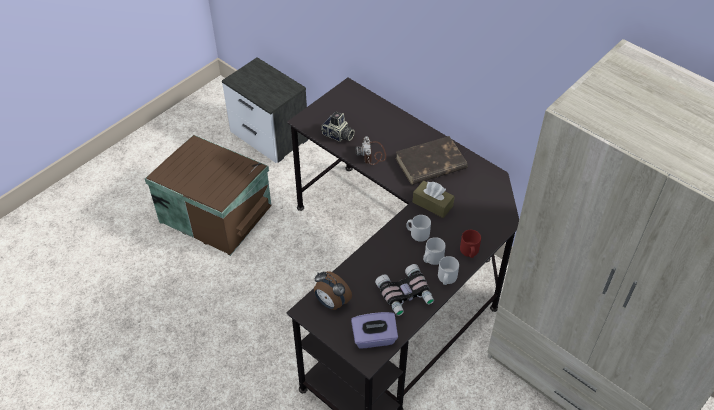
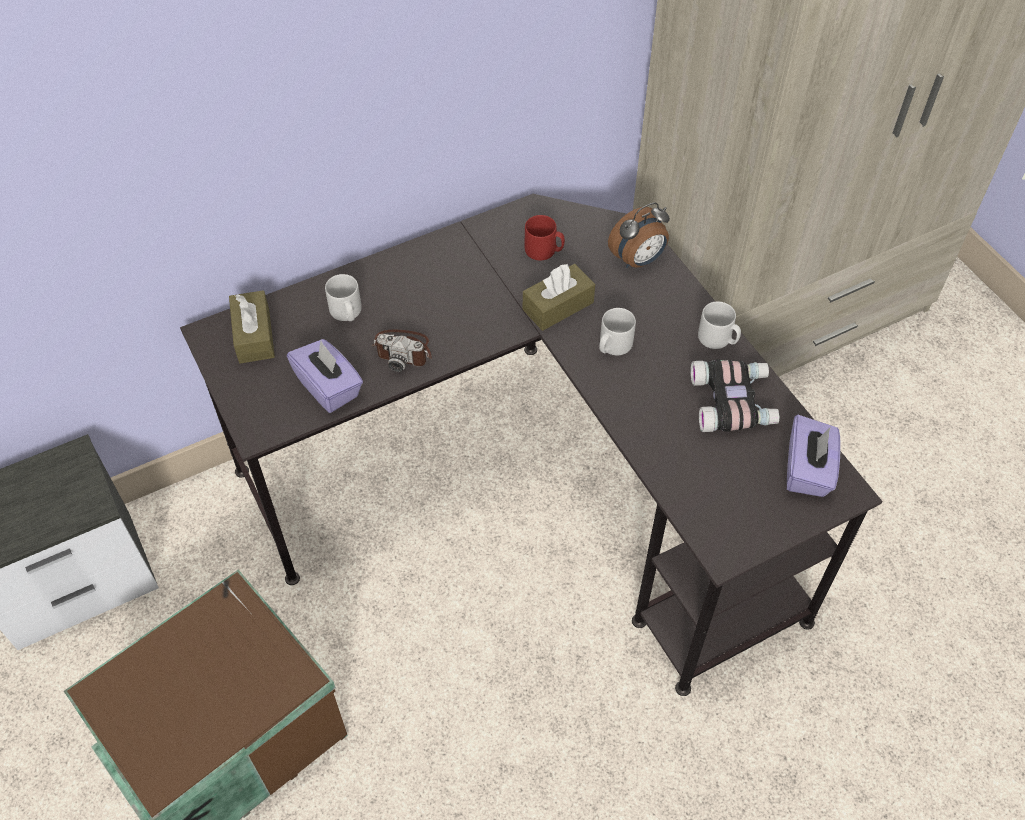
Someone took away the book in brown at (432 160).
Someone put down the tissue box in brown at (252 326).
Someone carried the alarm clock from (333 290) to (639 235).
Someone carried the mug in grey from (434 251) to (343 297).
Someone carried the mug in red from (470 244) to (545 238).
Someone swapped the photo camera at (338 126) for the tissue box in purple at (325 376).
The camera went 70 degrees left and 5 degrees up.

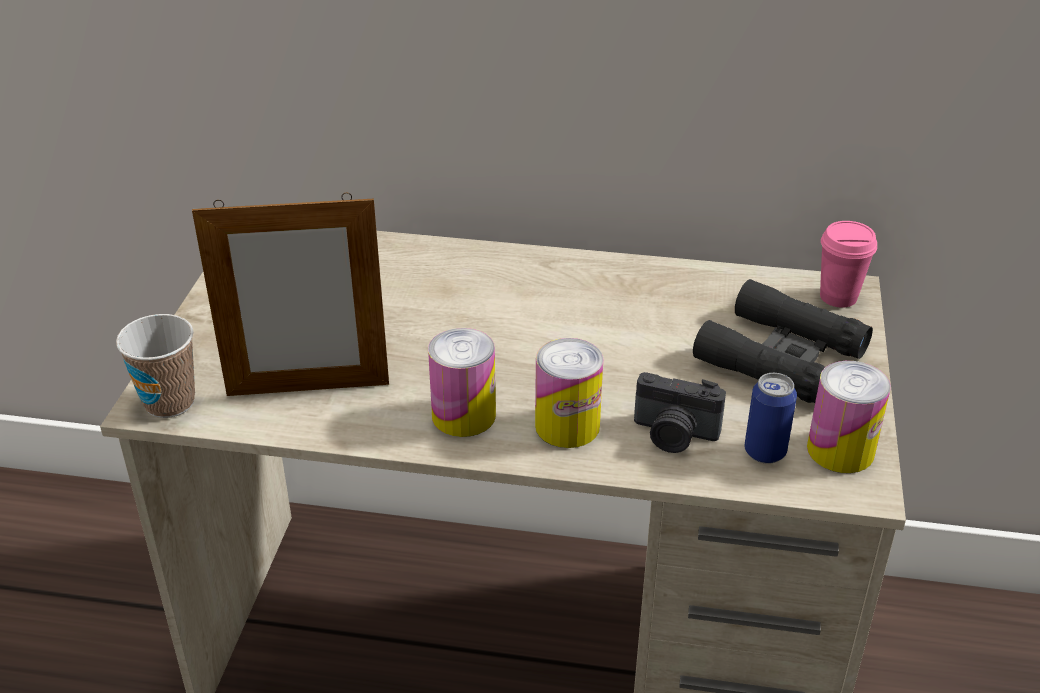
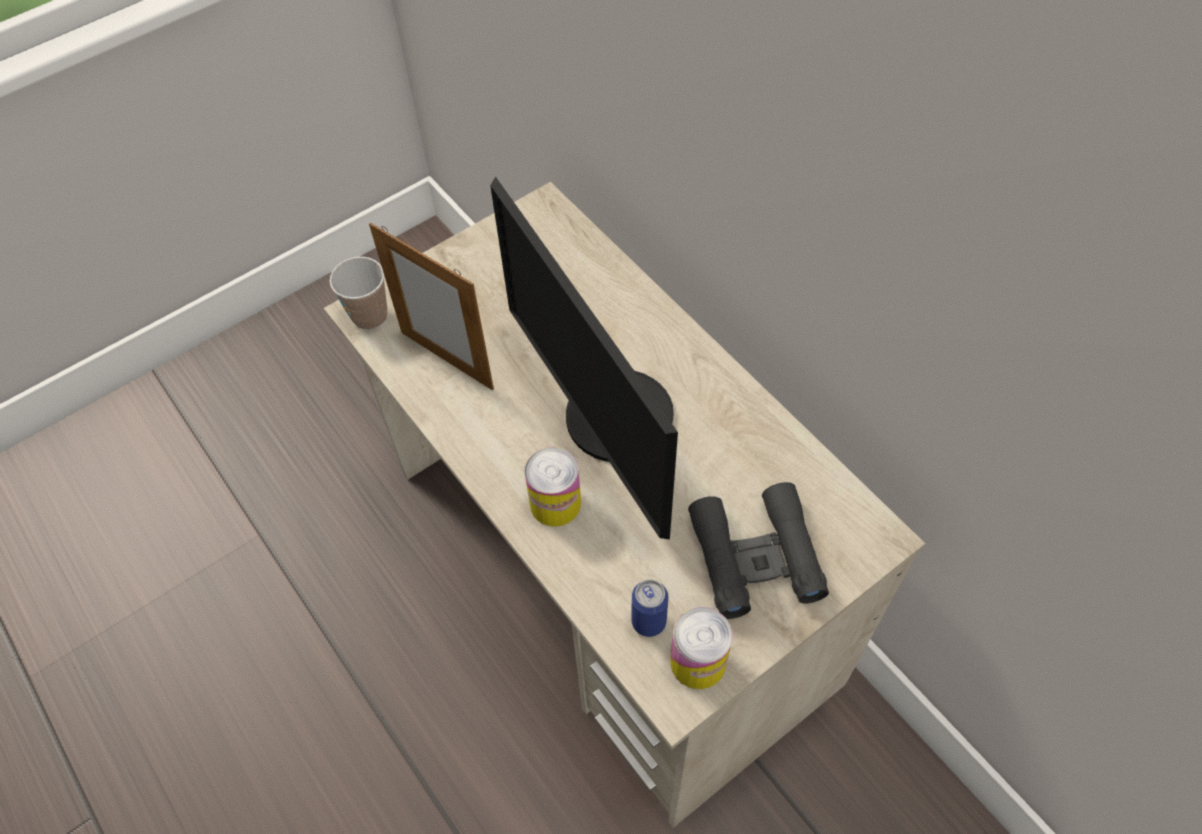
Someone took away the can at (462 382).
Someone took away the photo camera at (680 412).
Someone took away the cup in pink at (848 264).
Someone put down the monitor at (584 358).
The camera went 45 degrees right and 20 degrees up.

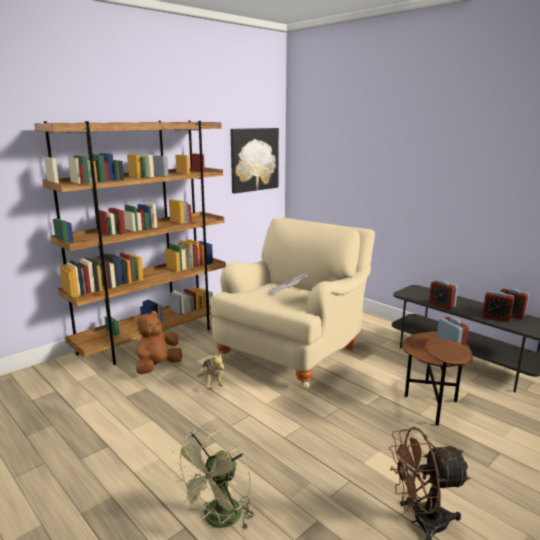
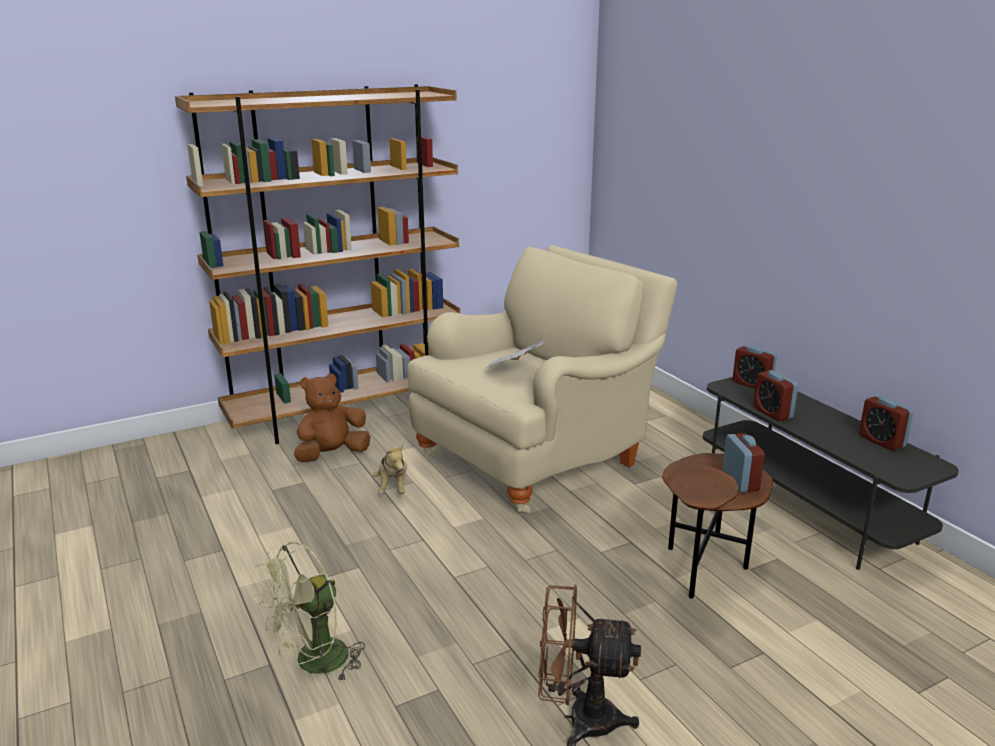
Someone took away the picture at (254 160).
Someone carried the alarm clock from (498 306) to (755 367).
The camera went 15 degrees right and 5 degrees up.

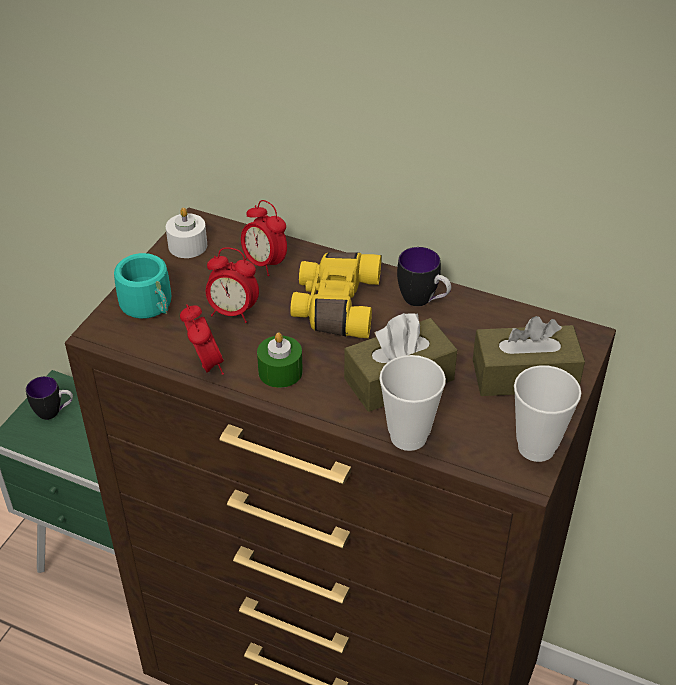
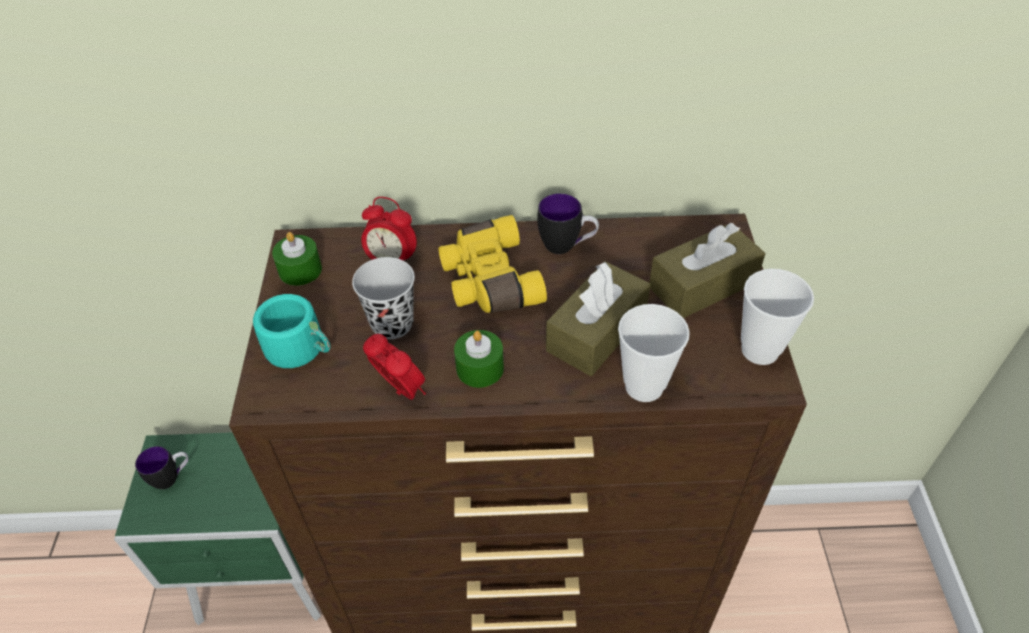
Someone swapped the alarm clock at (232 285) for the cup in black at (383 298).
Someone repainted the candle in white at (186 233), which became the candle in green at (297 259).
The camera went 25 degrees left and 5 degrees up.

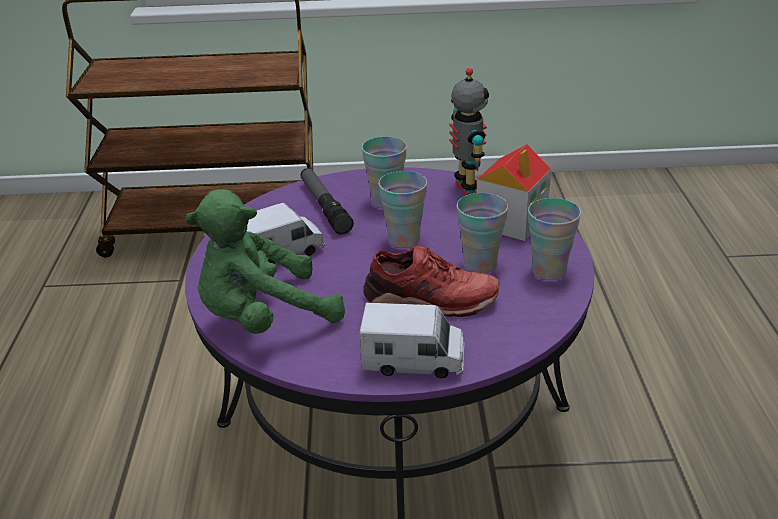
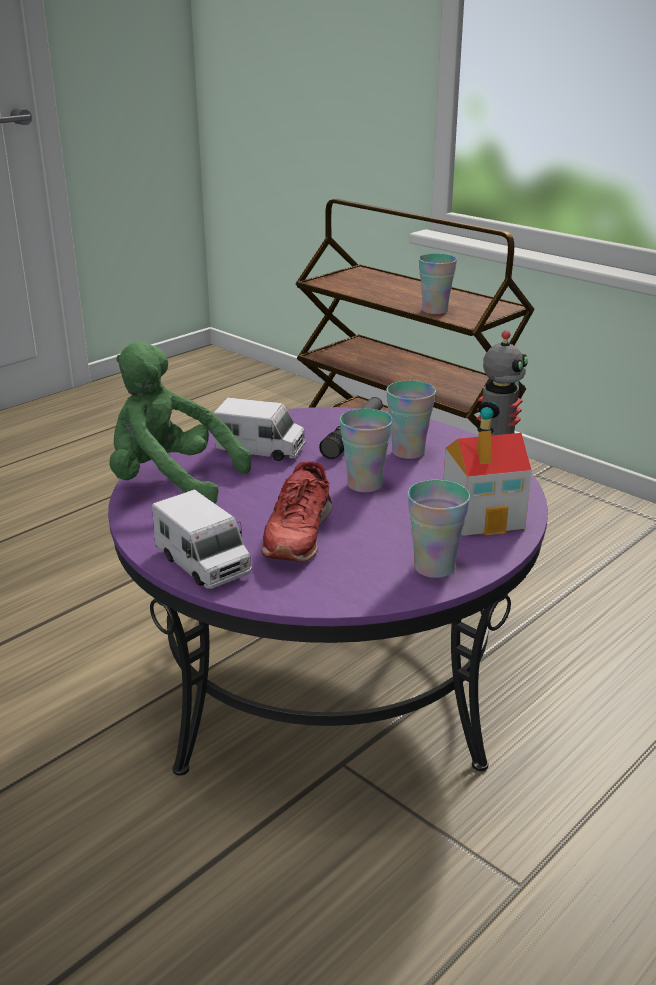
Someone carried the cup from (482 233) to (438 284).
Someone rotated the shoe in red at (431 281) by 45 degrees clockwise.
The camera went 45 degrees right and 5 degrees down.

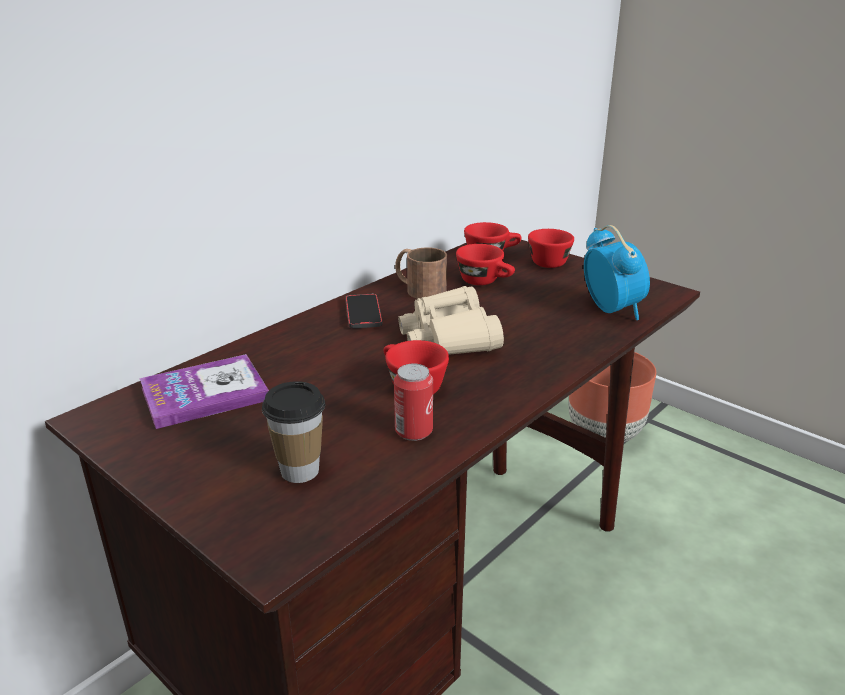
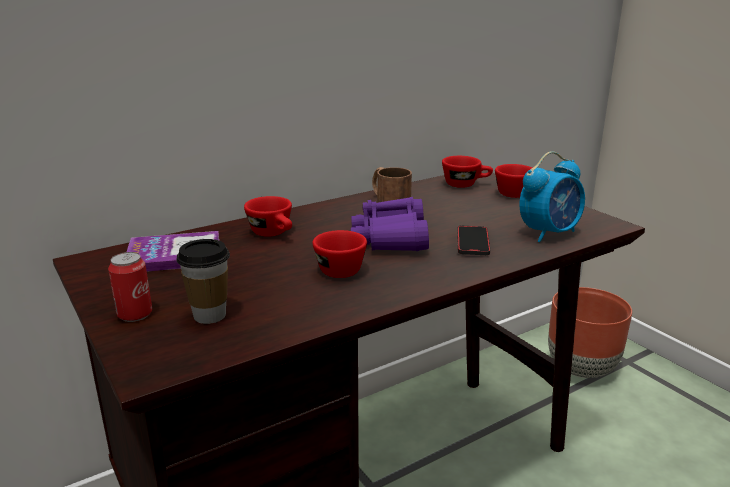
Someone carried the phone from (364 311) to (473 240).
Someone carried the can from (413 402) to (130 287).
Someone carried the cup in red from (485 264) to (268 216).
Someone repainted the binoculars in beige at (451 320), which became the binoculars in purple at (390 224).
Someone rotated the alarm clock at (617 272) by 60 degrees clockwise.
The camera went 15 degrees right and 5 degrees down.

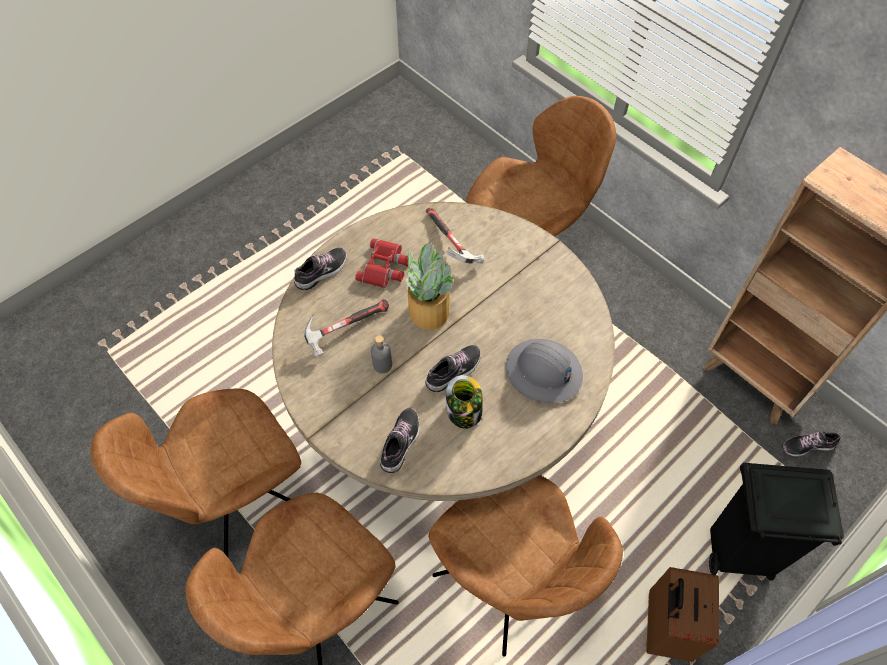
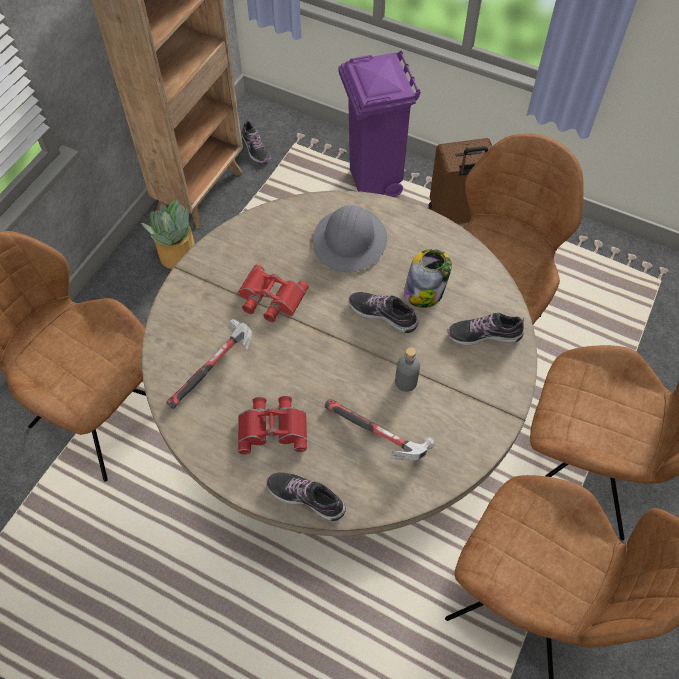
Someone put down the binoculars in red at (273 293).
Someone carried the potted plant from (429 286) to (168 234).
Someone repainted the trash can in black at (776 522), which became the trash can in purple at (379 124).
The camera went 110 degrees left and 0 degrees up.

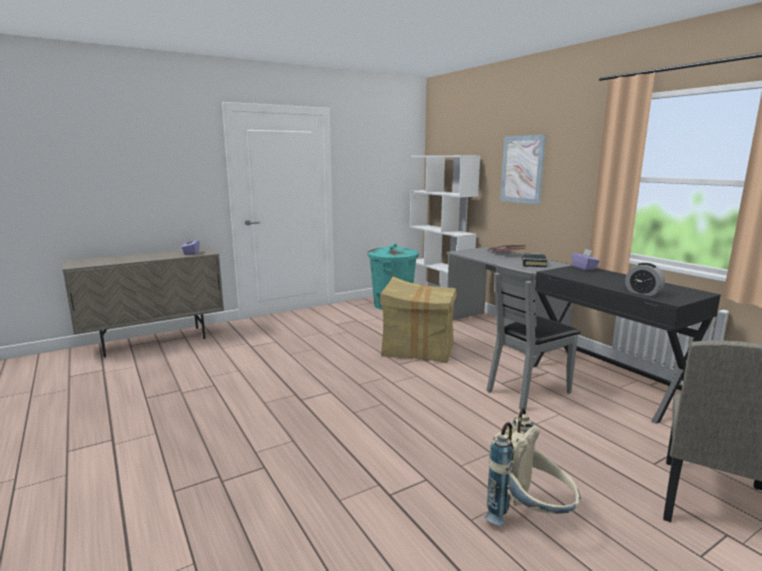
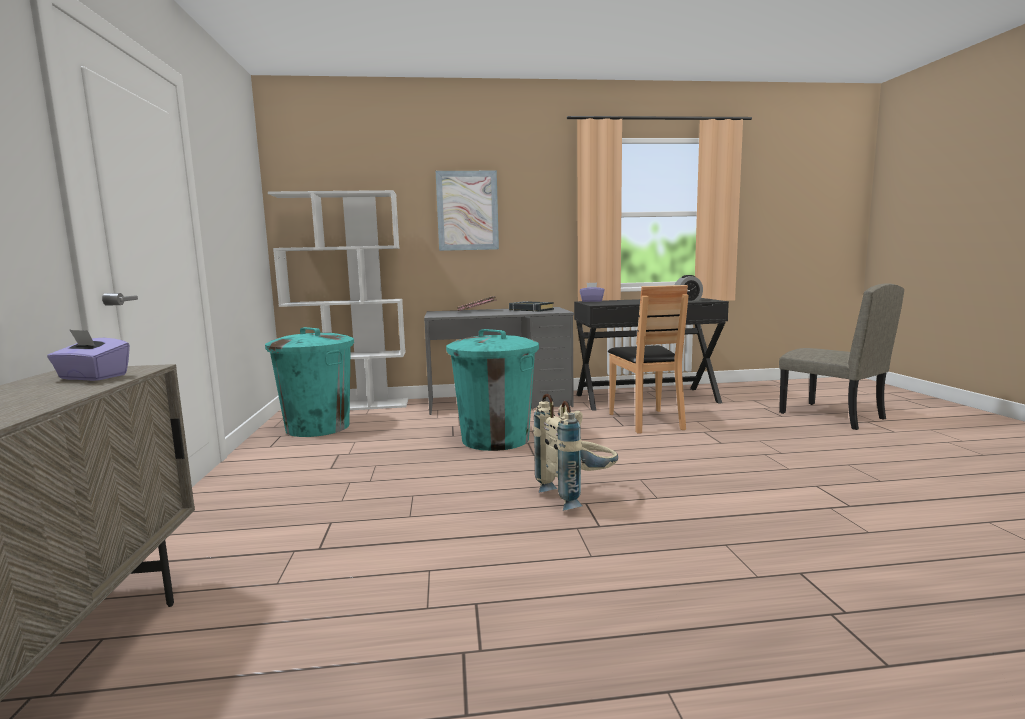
Someone carried the backpack in beige from (532 467) to (575 452).
Someone swapped the cardboard box at (418 319) for the trash can in turquoise at (492 390).
Someone repainted the chair in grey at (533 337), which became the chair in brown at (648 359).
The camera went 65 degrees left and 5 degrees down.

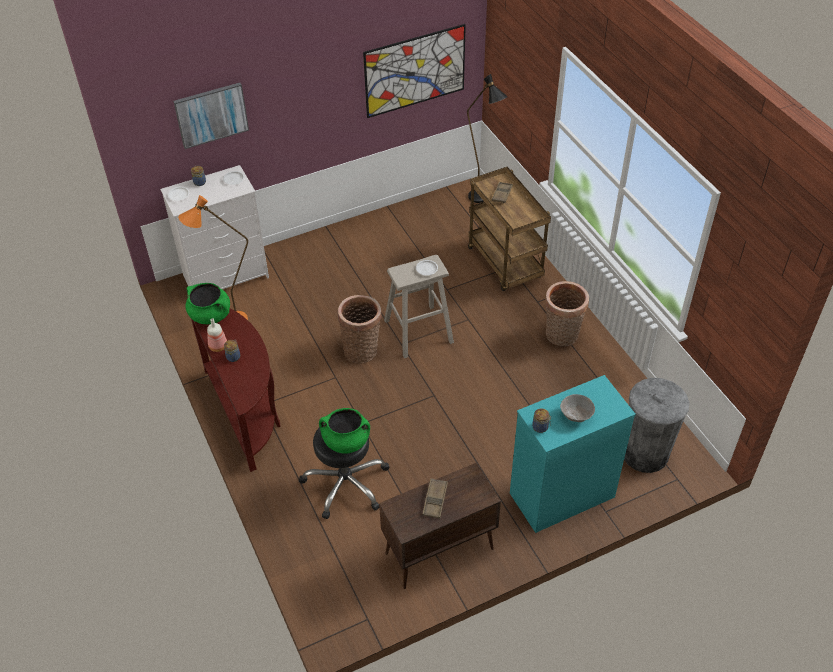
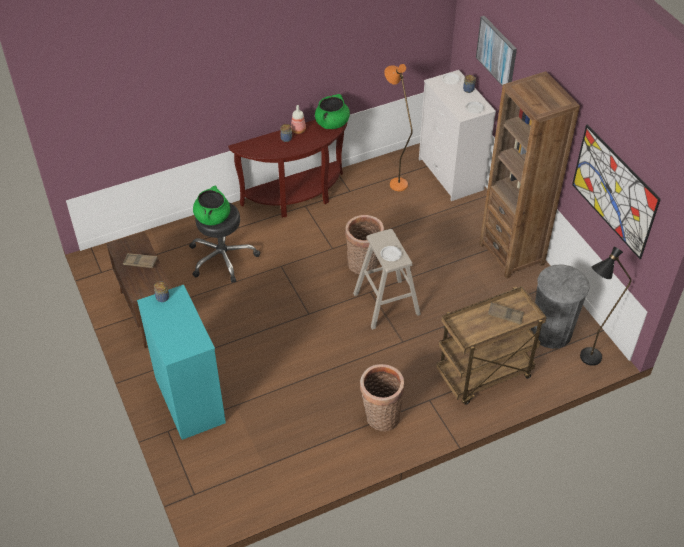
Someone took away the bowl in grey at (577 408).
Someone put down the bookcase in brown at (529 175).
Someone carried the trash can in grey from (656 425) to (560 306).
The camera went 90 degrees right and 0 degrees up.

